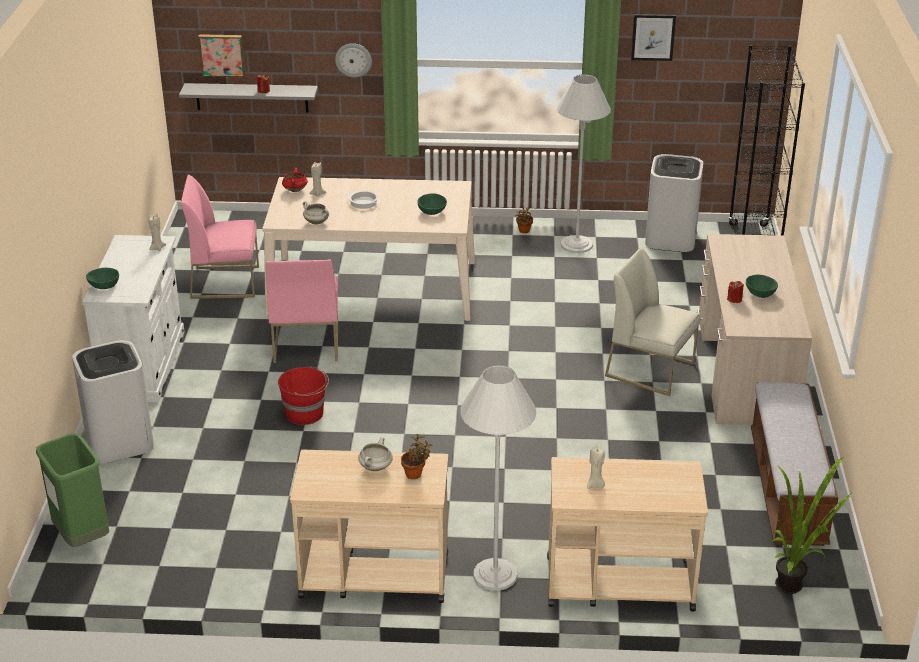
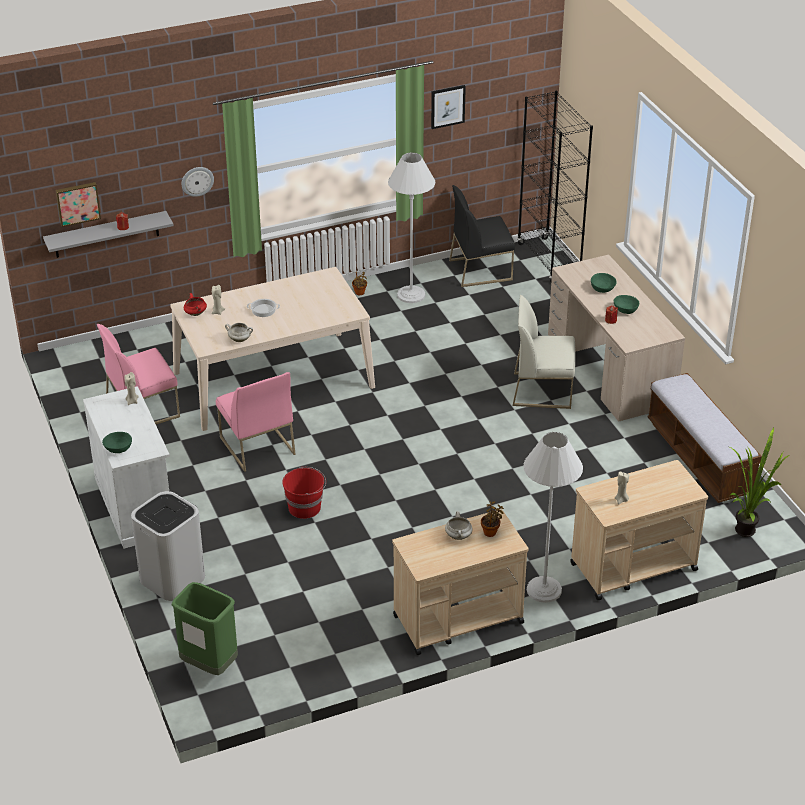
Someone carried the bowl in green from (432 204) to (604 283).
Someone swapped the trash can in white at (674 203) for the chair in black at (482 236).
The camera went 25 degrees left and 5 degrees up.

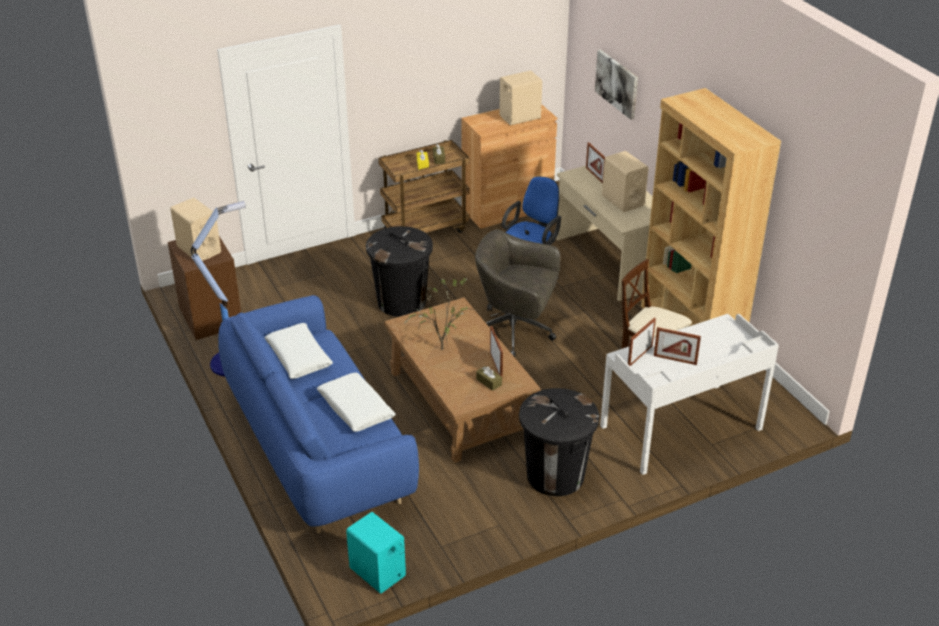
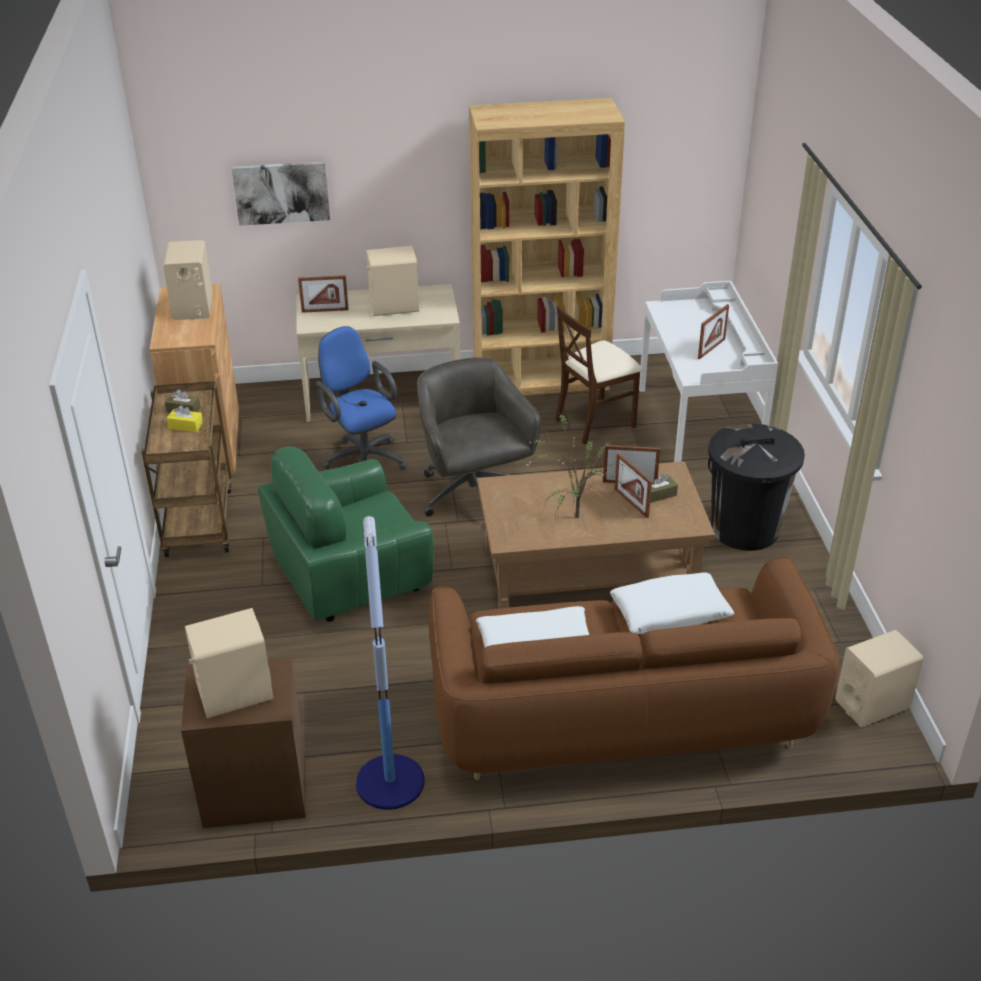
Someone carried the picture frame from (642 342) to (633 485).
Someone swapped the trash can in black at (399 271) for the armchair in green at (346 534).
Someone repainted the sofa in blue at (318 414), which became the sofa in brown at (634 668).
Someone repainted the speaker in turquoise at (376 553), which became the speaker in beige at (879 679).
Someone rotated the office chair in grey at (518 293) by 120 degrees clockwise.
The camera went 70 degrees left and 0 degrees up.

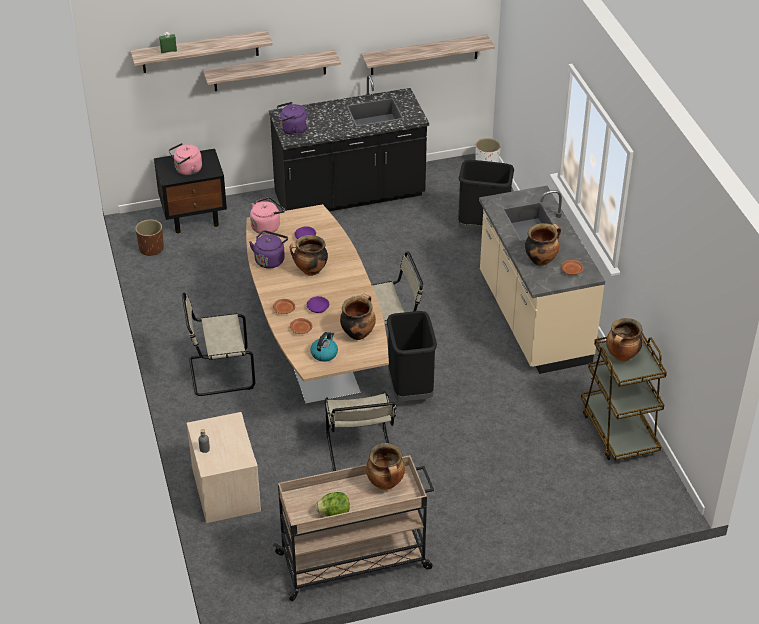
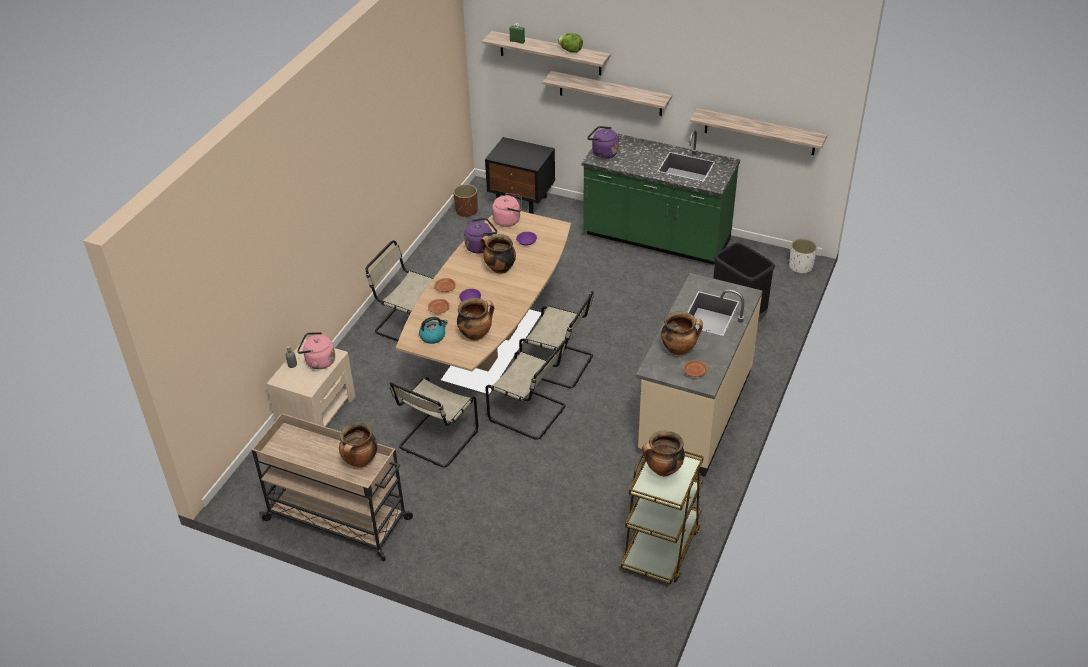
Someone carried the kettle in pink from (185 159) to (316 350).
Someone carried the lettuce from (333 504) to (570 43).
Someone swapped the trash can in black at (412 356) for the chair in beige at (525 390).
Someone repainted the counter in black at (349 143), which became the counter in green at (660 197).
The camera went 40 degrees right and 0 degrees up.

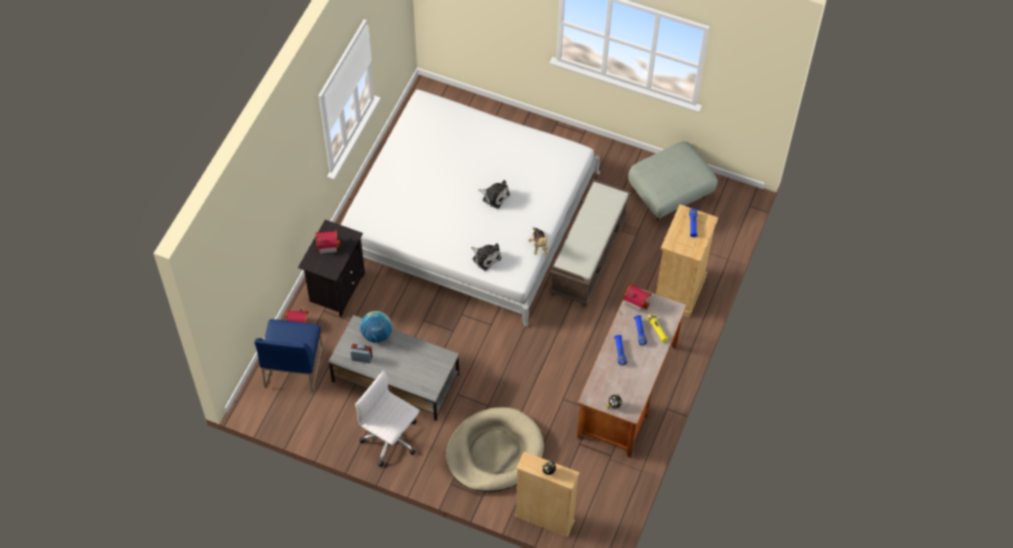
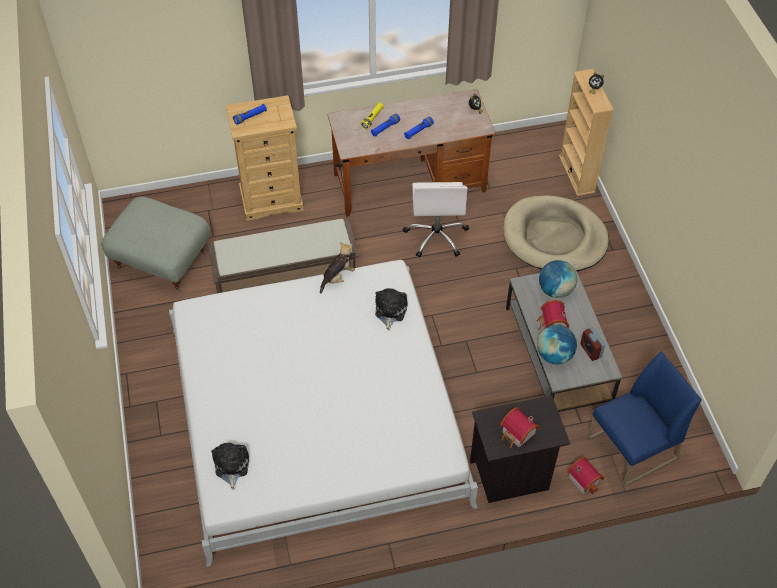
Someone put down the globe at (558 279).
Someone carried the office chair in white from (387 419) to (436 220).
Someone carried the plush toy from (494 194) to (230 466).
Someone carried the toy house from (637 298) to (552 315).
The camera went 125 degrees left and 5 degrees down.

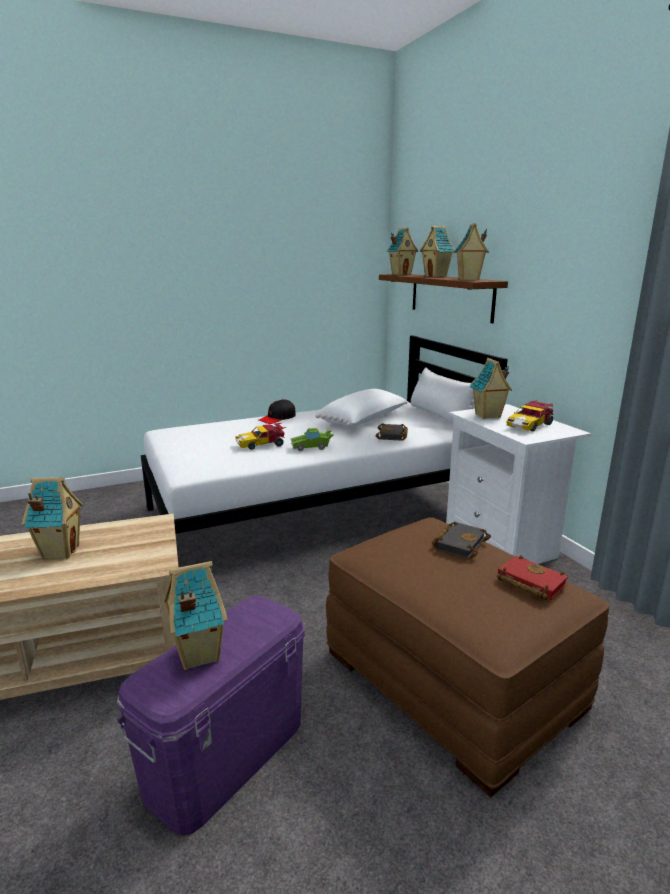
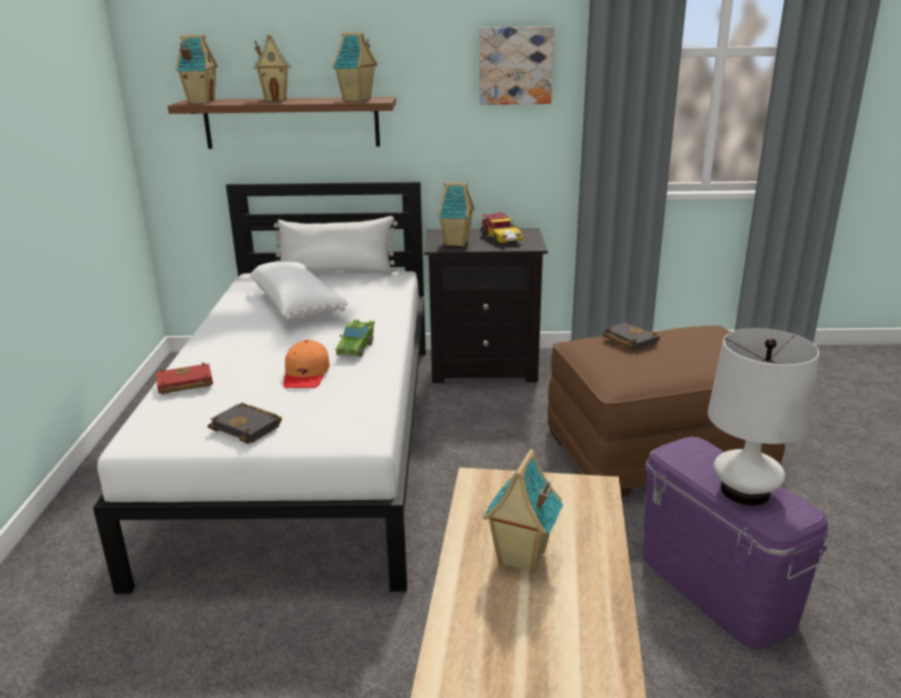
Someone took away the cap in black at (277 411).
Someone put up the picture at (517 66).
Someone carried the book in black from (392 432) to (244 423).
Someone carried the book in red from (532 578) to (184 378).
Someone swapped the toy house at (195 615) for the table lamp in white at (763 417).
Someone swapped the toy car at (260 436) for the cap in orange at (306 364).
Someone repainted the nightstand in white at (518 484), which became the nightstand in black at (486 305).
The camera went 65 degrees left and 5 degrees up.

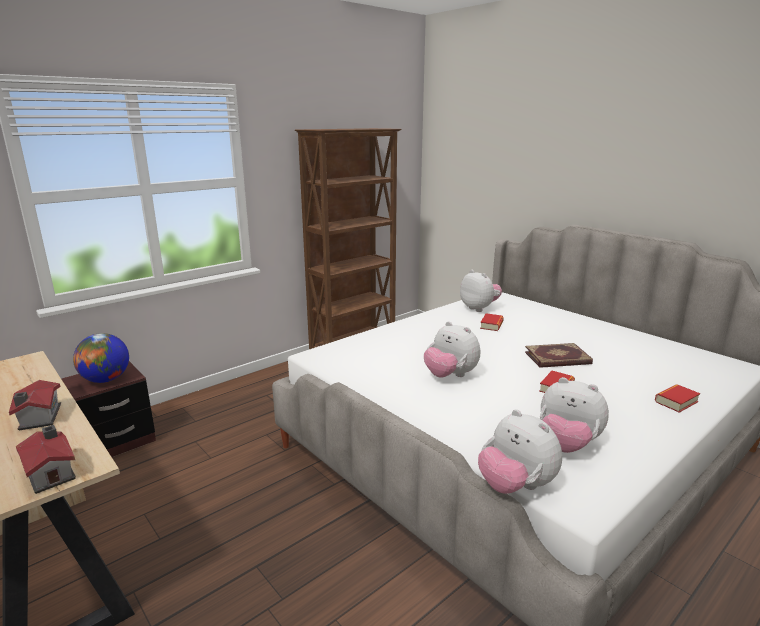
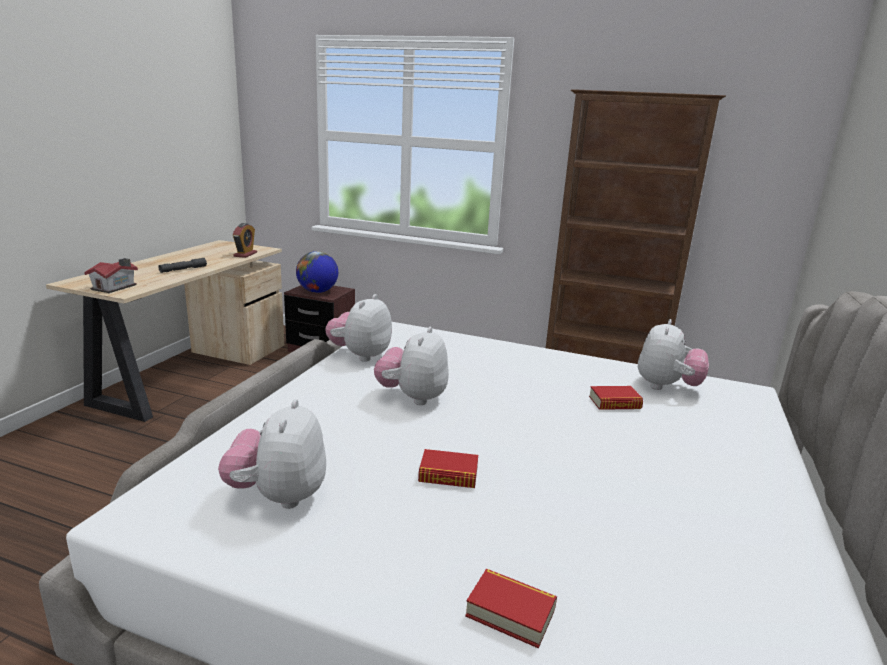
Someone took away the book at (559 355).
Someone put down the alarm clock at (245 240).
Someone carried the plush toy from (520 451) to (358 328).
Someone swapped the toy house at (35 405) for the flashlight in grey at (182 265).
The camera went 60 degrees right and 0 degrees up.

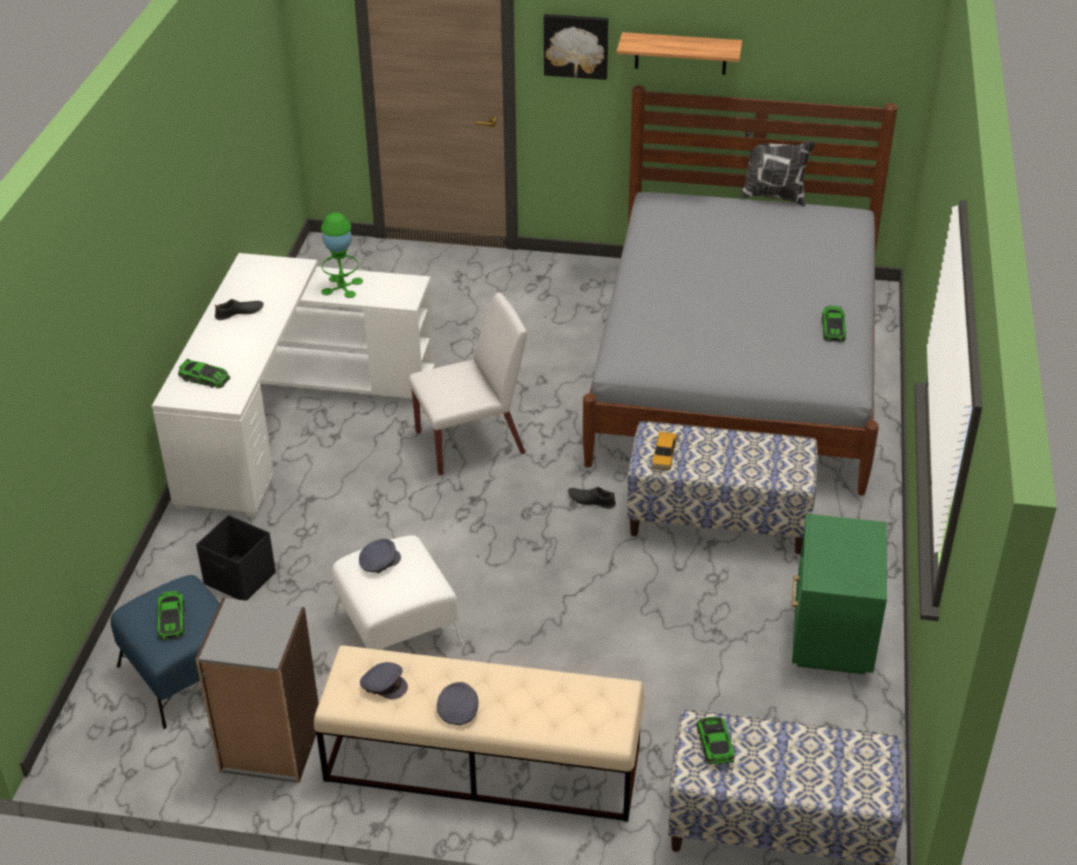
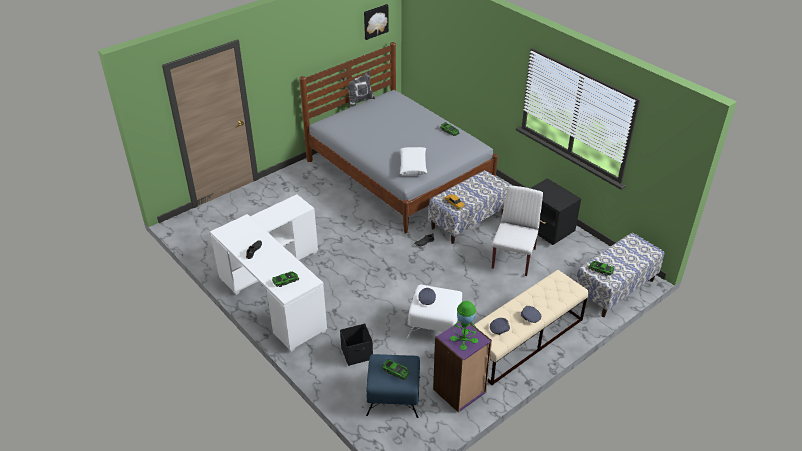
Someone took away the shelf at (679 53).
Someone put down the pillow in white at (414 161).
Someone carried the table lamp in green from (342 255) to (464 325).
Someone carried the chair in white from (468 384) to (517 230).
Someone carried the picture from (576 47) to (376 22).
Someone repainted the bookcase in grey at (257 690), which became the bookcase in purple at (462 367).
Someone repainted the nightstand in green at (839 594), which became the nightstand in black at (555 211).
The camera went 50 degrees left and 0 degrees up.

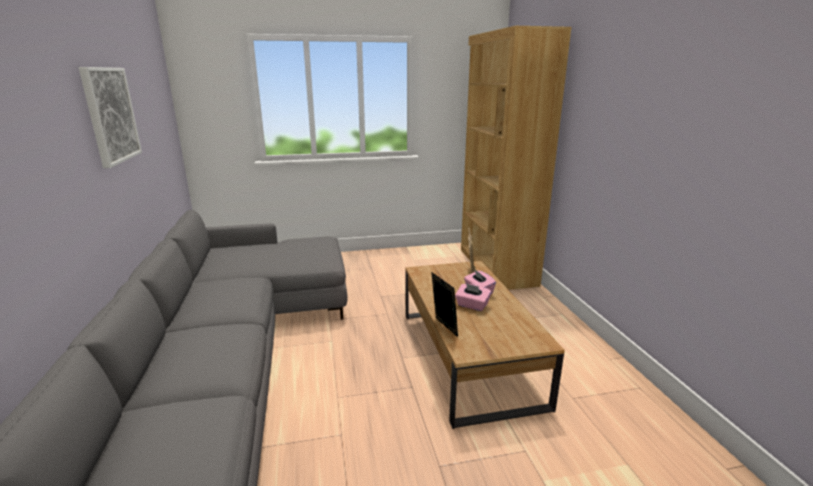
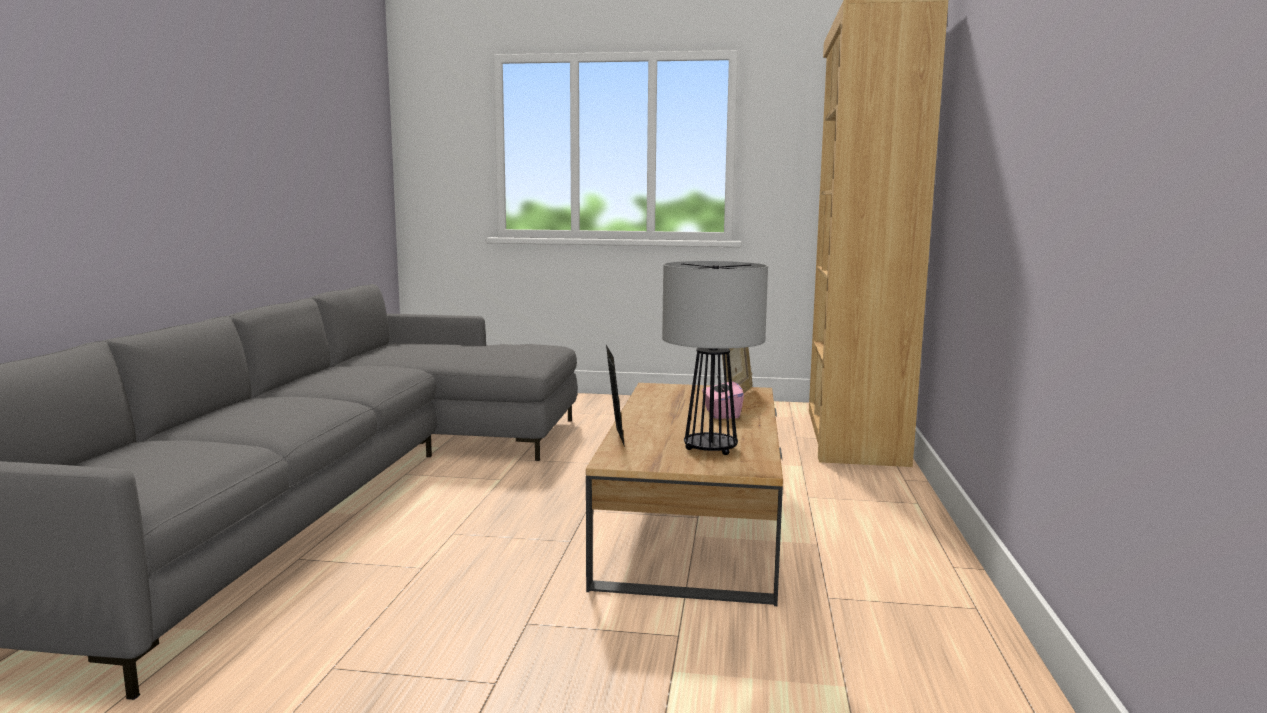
Someone took away the picture at (110 117).
Someone took away the tissue box in pink at (473 297).
Someone put down the table lamp at (715 358).
The camera went 20 degrees right and 10 degrees down.

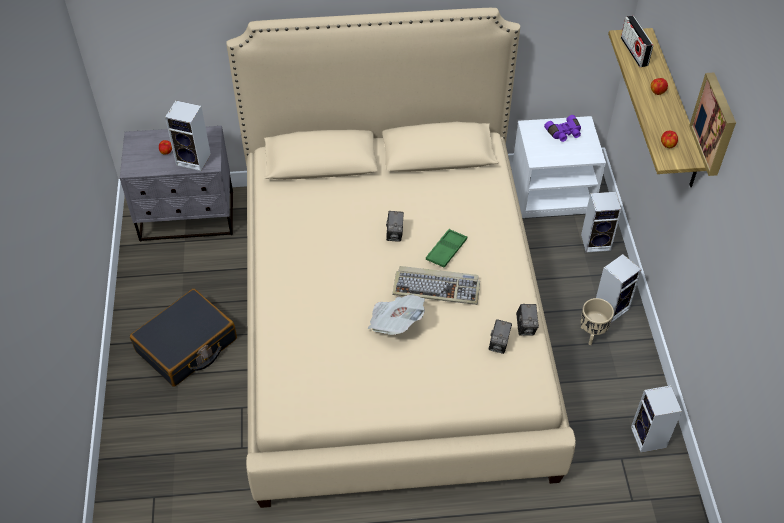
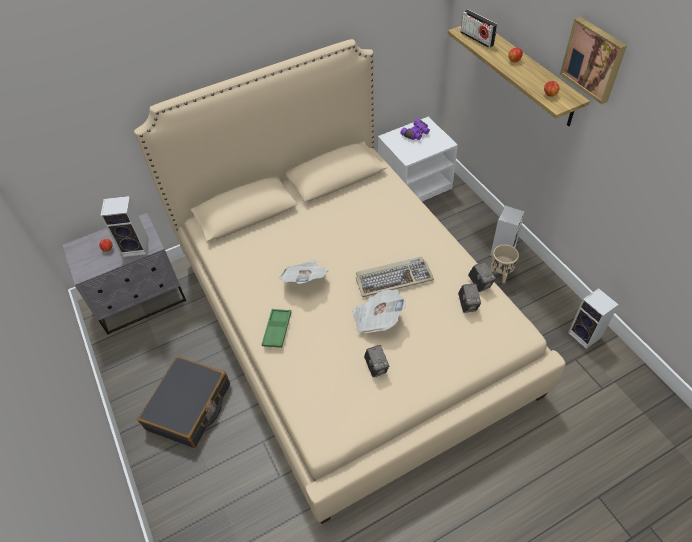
Someone took away the speaker at (601 222).
Someone put down the newspaper at (303 272).
Someone carried the photo camera from (395 226) to (376 361).
Someone carried the tray in green from (446 248) to (276 328).
The camera went 20 degrees left and 0 degrees up.

